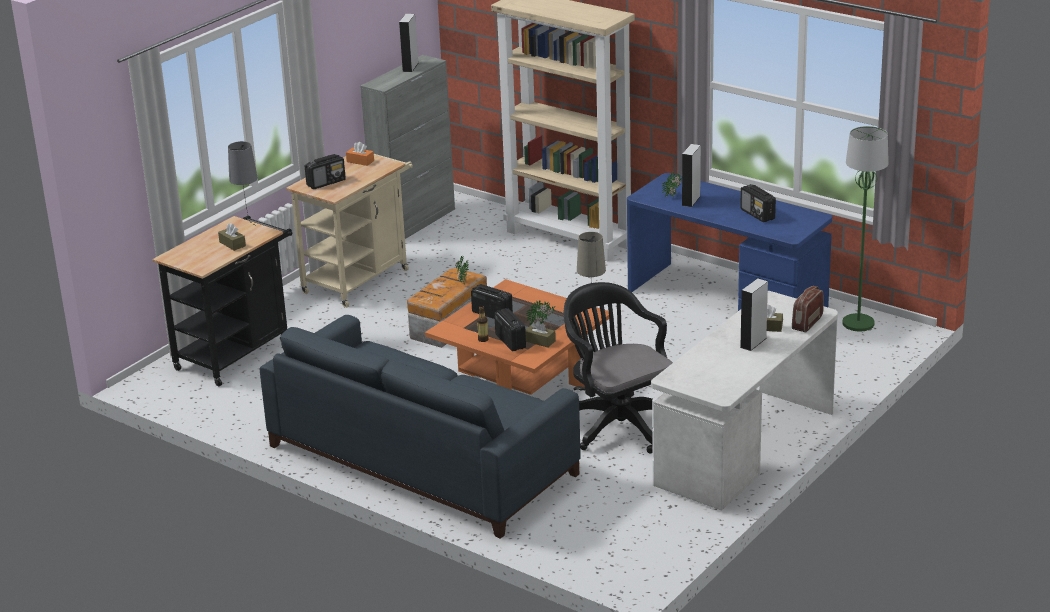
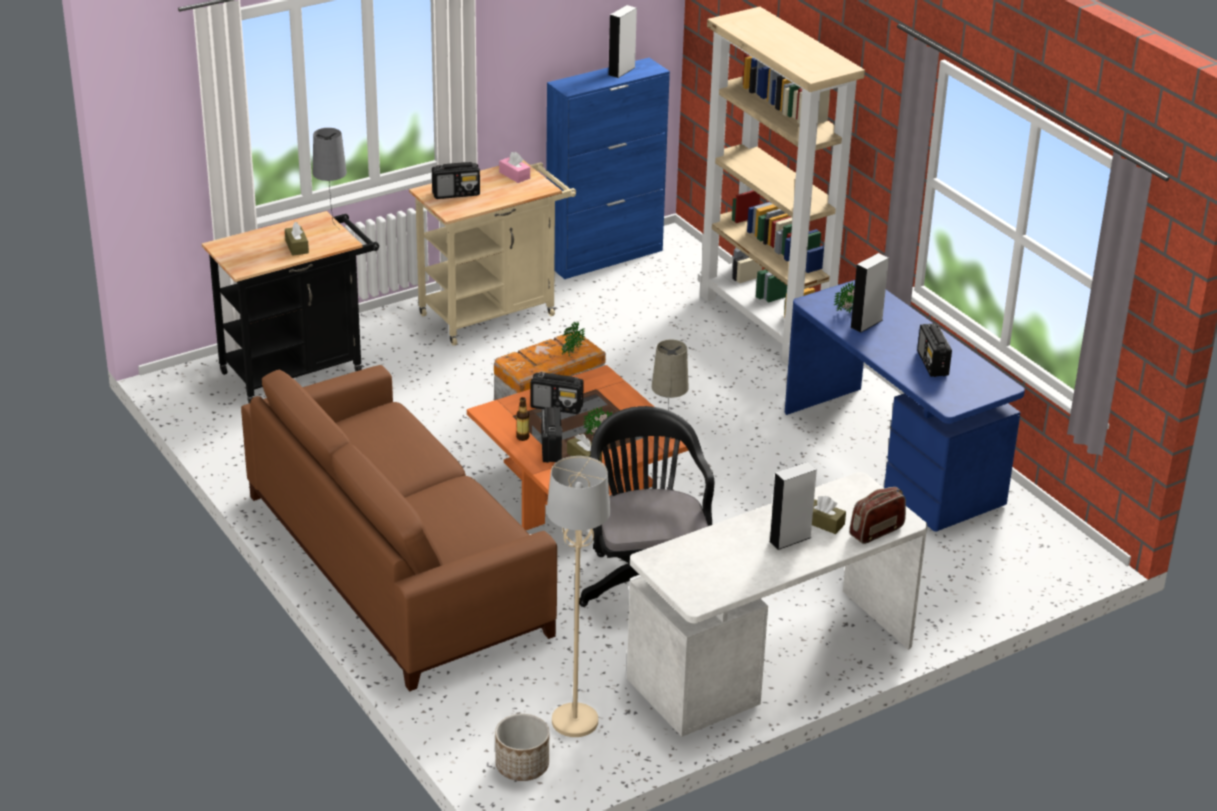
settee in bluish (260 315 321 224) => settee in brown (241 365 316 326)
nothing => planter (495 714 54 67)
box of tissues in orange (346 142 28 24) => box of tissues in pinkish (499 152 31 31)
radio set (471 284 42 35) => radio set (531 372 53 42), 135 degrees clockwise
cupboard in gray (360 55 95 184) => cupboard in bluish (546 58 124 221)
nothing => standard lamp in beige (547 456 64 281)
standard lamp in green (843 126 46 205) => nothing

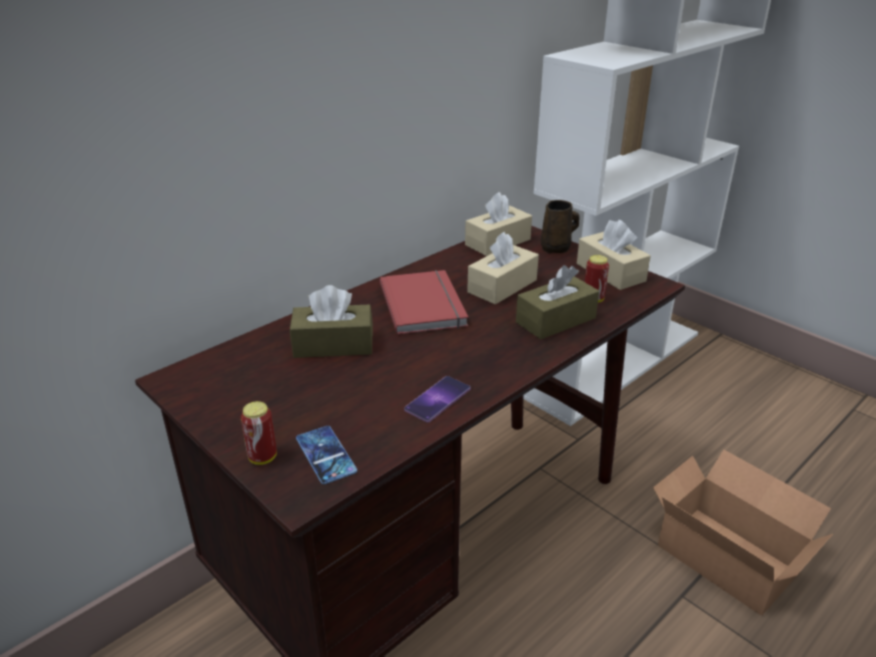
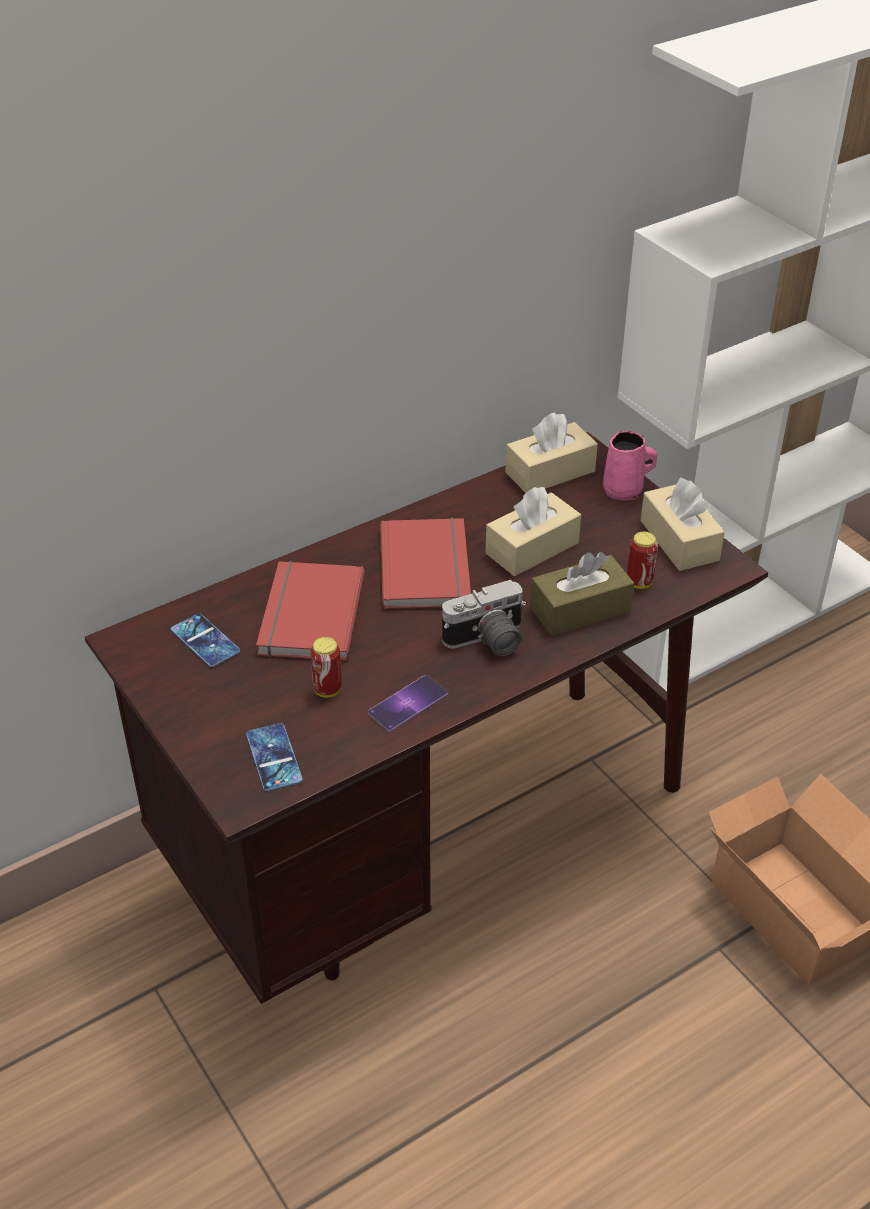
nothing => phone (171 613 69 54)
box of tissues in brown (290 285 83 73) => book in red-coloured (256 561 109 100)
metal can (241 401 36 64) => metal can (310 637 32 61), shifted
nothing => still camera (442 580 84 76)
mug in brown (541 200 39 53) => mug in pinkish (603 431 54 70)

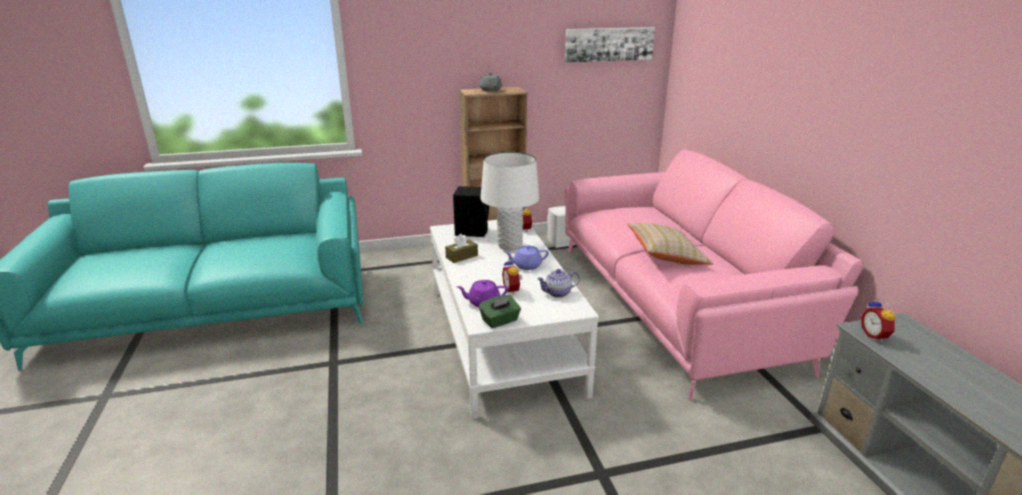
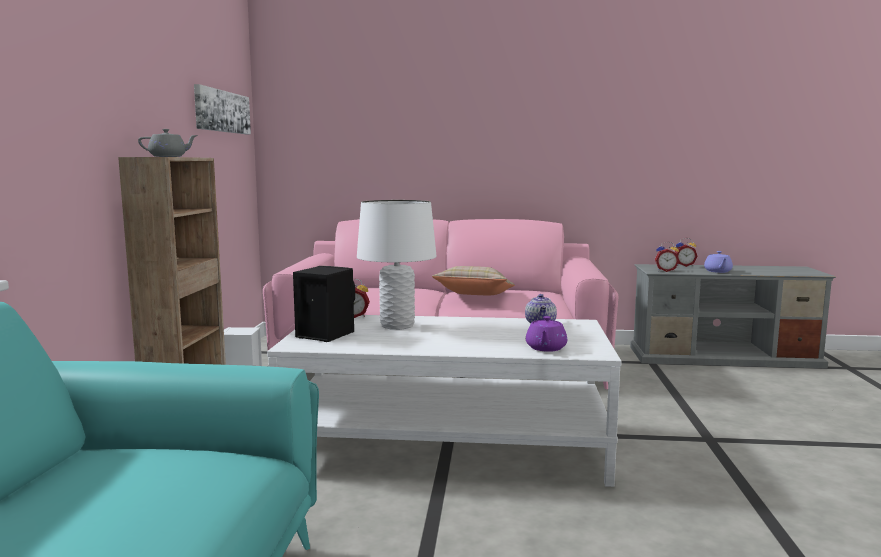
alarm clock (502 258 21 37) => alarm clock (675 238 22 29), shifted
pot for tea in purple (504 245 45 25) => pot for tea in purple (704 251 29 22), shifted
box of tissues in brown (445 234 33 29) => nothing
box of tissues in green (479 295 42 33) => nothing

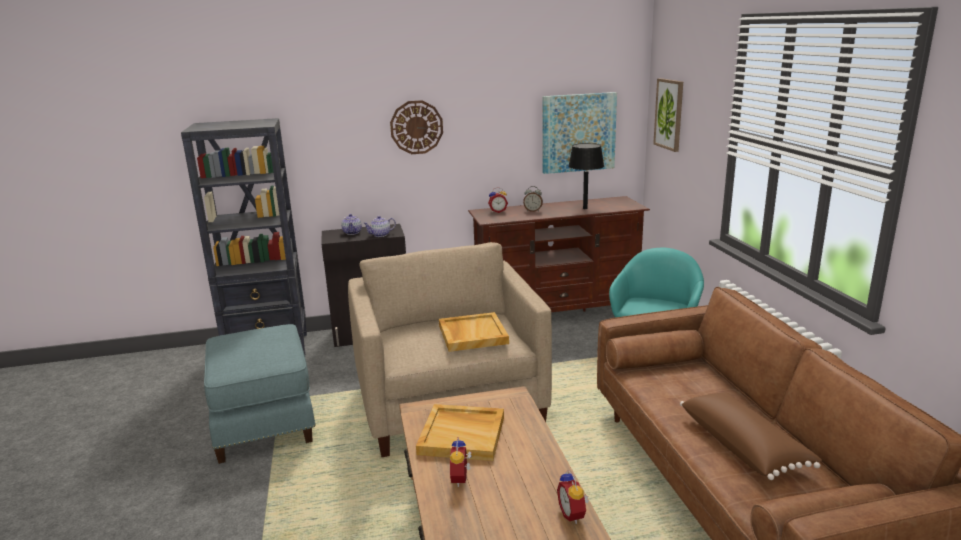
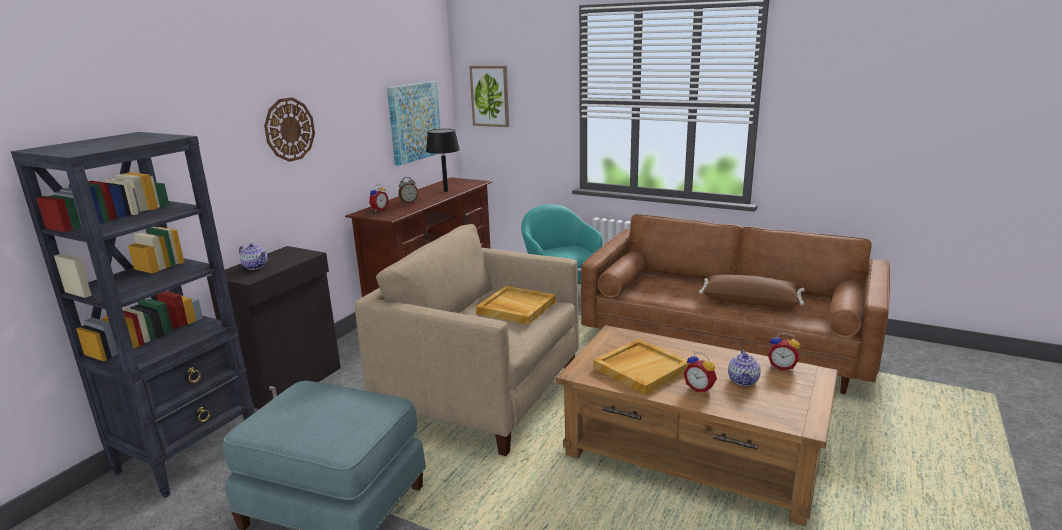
pot for tea (363 216 33 21) => pot for tea (728 350 33 36), shifted

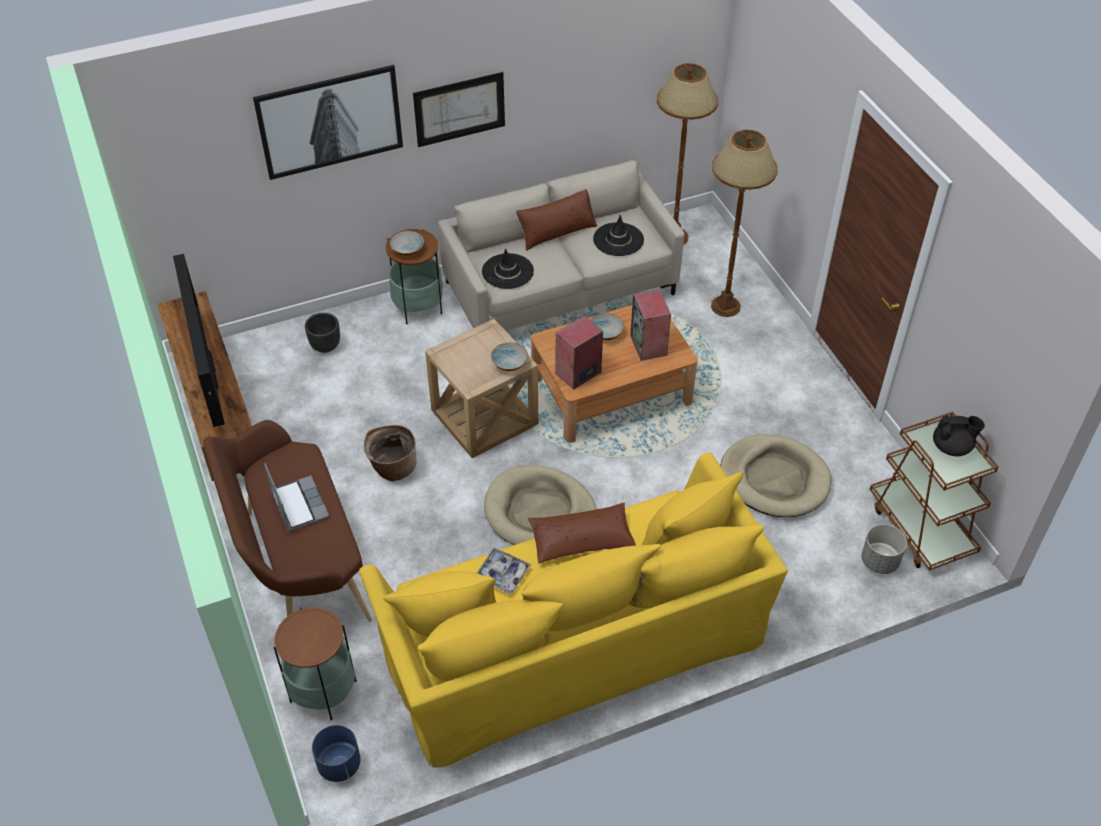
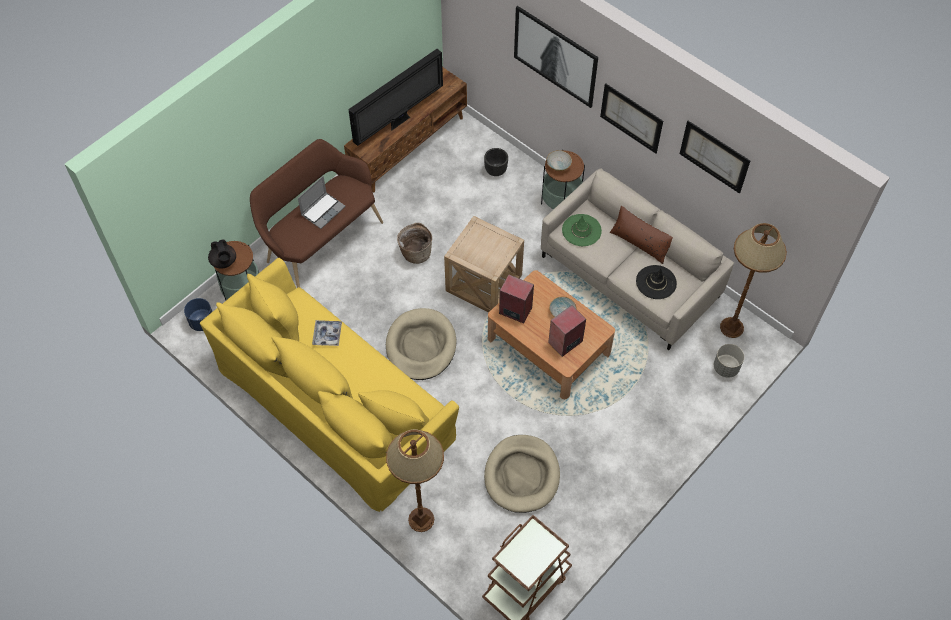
pot for tea in blackish (933 415 52 41) => pot for tea in blackish (208 239 28 30), shifted
standard lamp in brown (711 130 67 187) => standard lamp in brown (386 429 58 103), shifted
clothing hat in blackish (482 248 52 41) => clothing hat in green (562 214 40 32)
nothing => wall picture (680 121 70 73)
planter in gray (861 524 46 50) => planter in gray (714 344 30 34), shifted
deep dish (491 343 37 28) => nothing
cushion in brown (528 503 108 61) => nothing

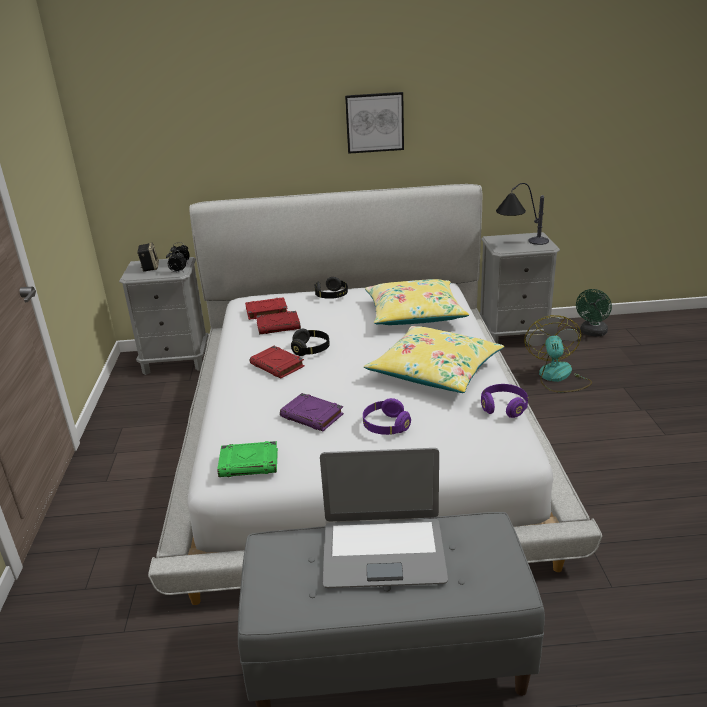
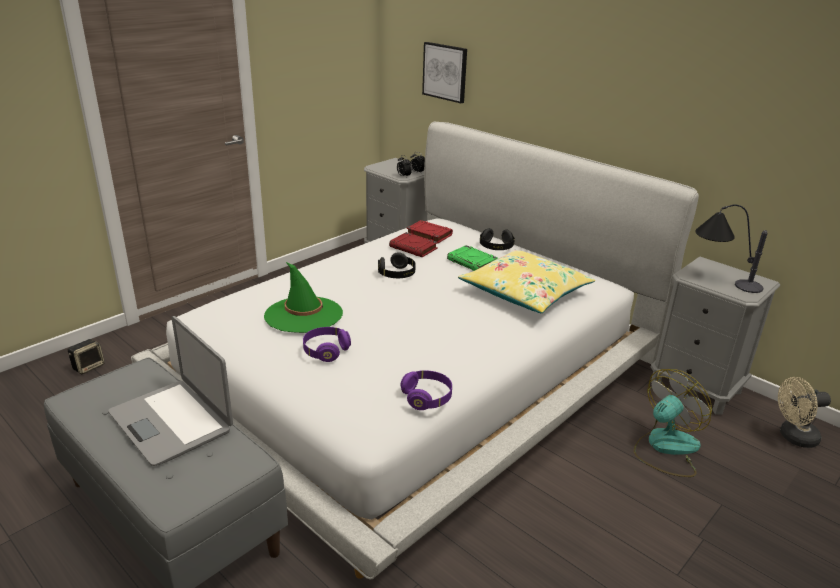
audio speaker (137 242 22 30) => audio speaker (68 339 37 35), shifted
book in purple (280 393 64 38) => clothing hat in green (264 262 79 71)
wall picture (345 92 59 62) => wall picture (422 42 45 61), shifted
book in green (217 441 61 36) => book in green (447 245 51 26), shifted
fan in green (576 289 36 48) => fan in beige (778 377 53 71)
book in red-coloured (250 346 55 32) => nothing
cushion in yellow-coloured (364 326 140 67) => nothing

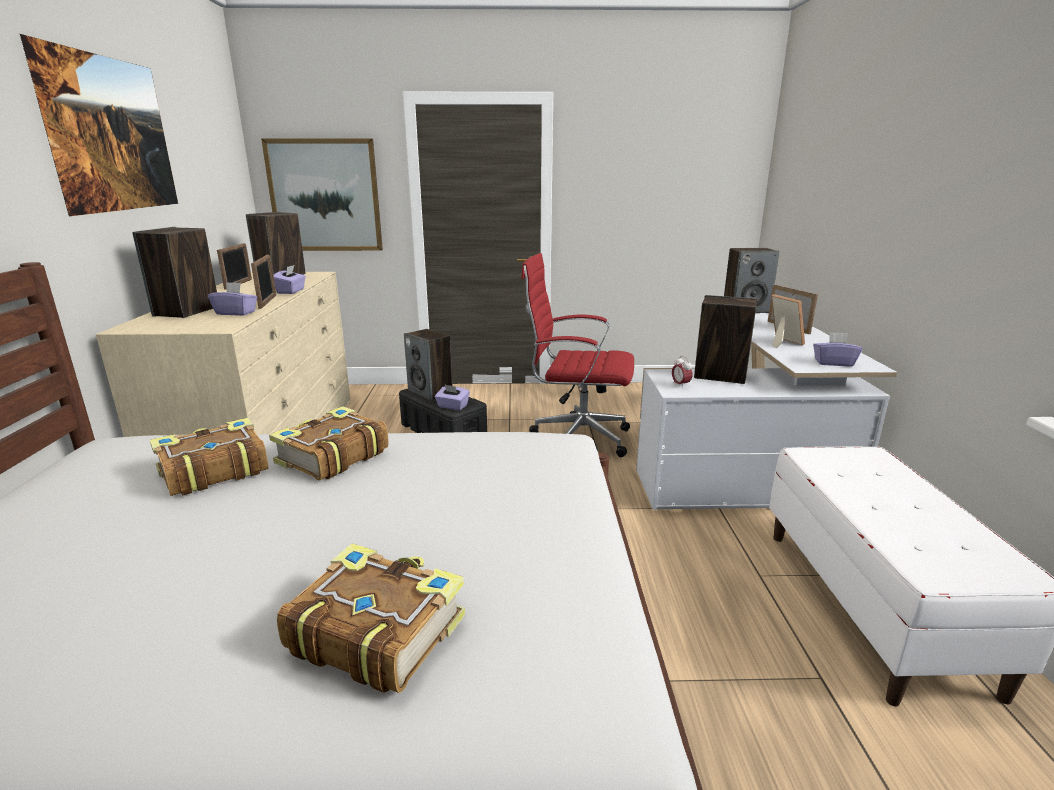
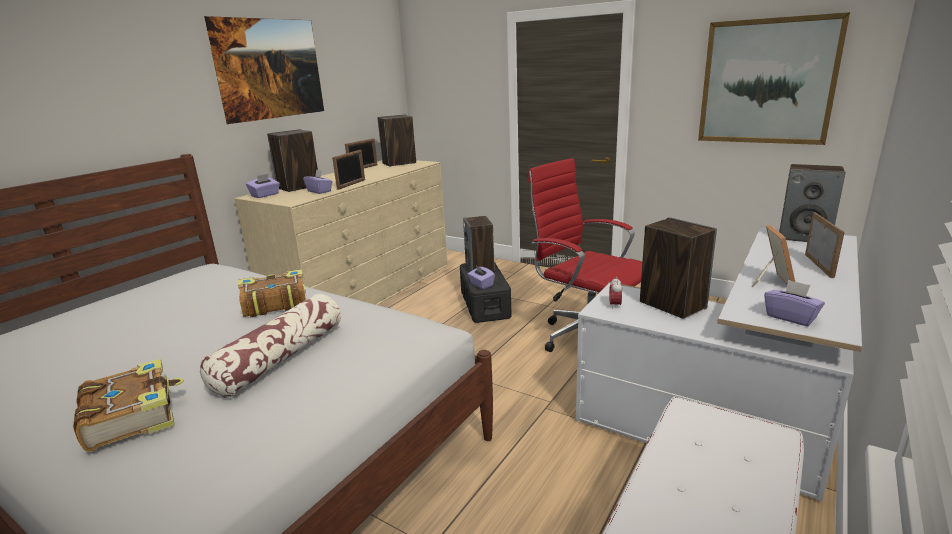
nothing => cushion (200 294 141 104)
box of tissues in purple (274 265 32 29) => box of tissues in purple (246 174 34 24), shifted
wall picture (261 138 122 113) => wall picture (698 12 152 133), shifted
book (150 418 119 78) => nothing

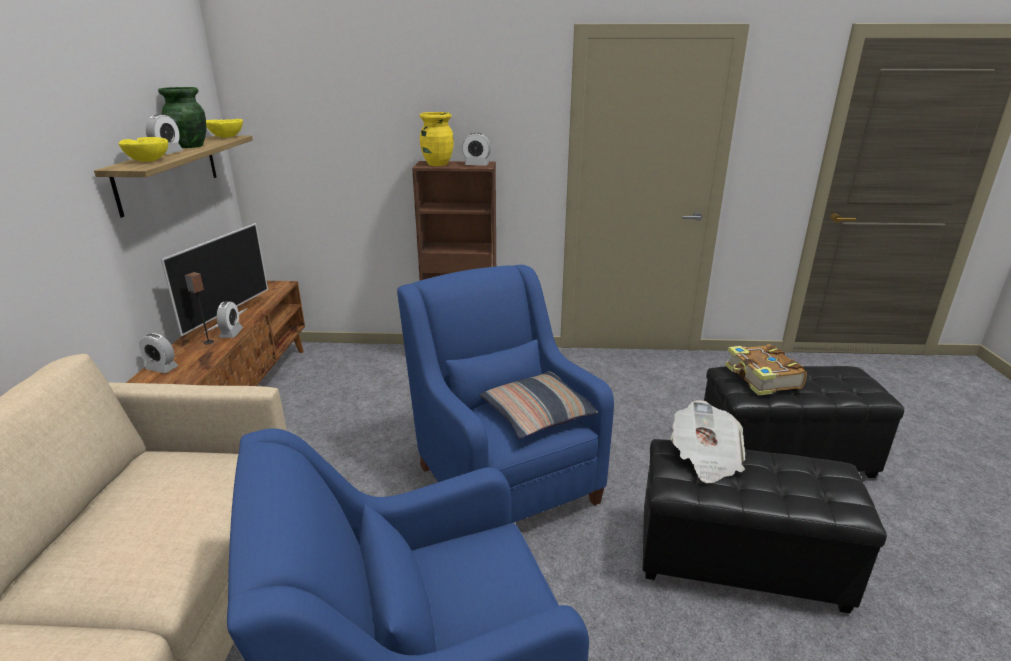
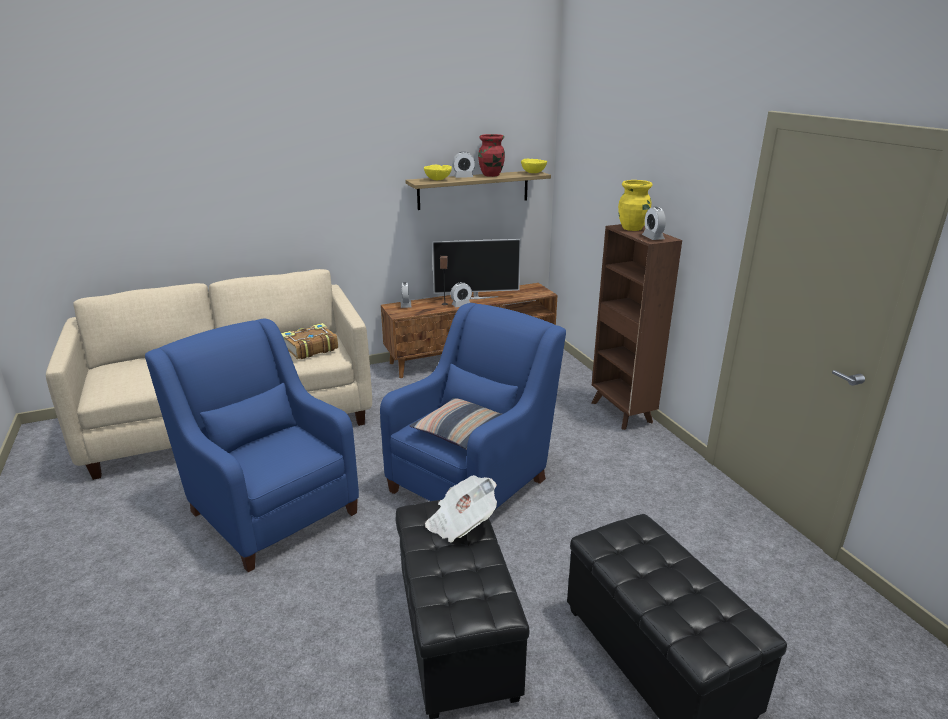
book (725 344 82 51) => book (281 323 57 36), shifted
vase in green (158 87 48 61) => vase in red-coloured (478 134 27 43)

